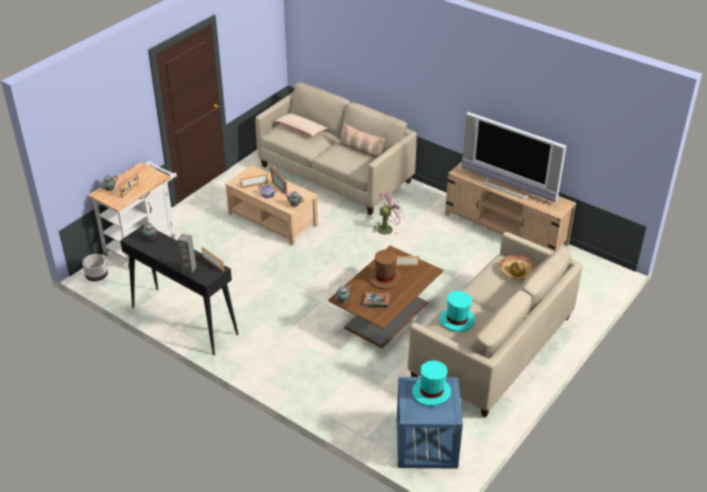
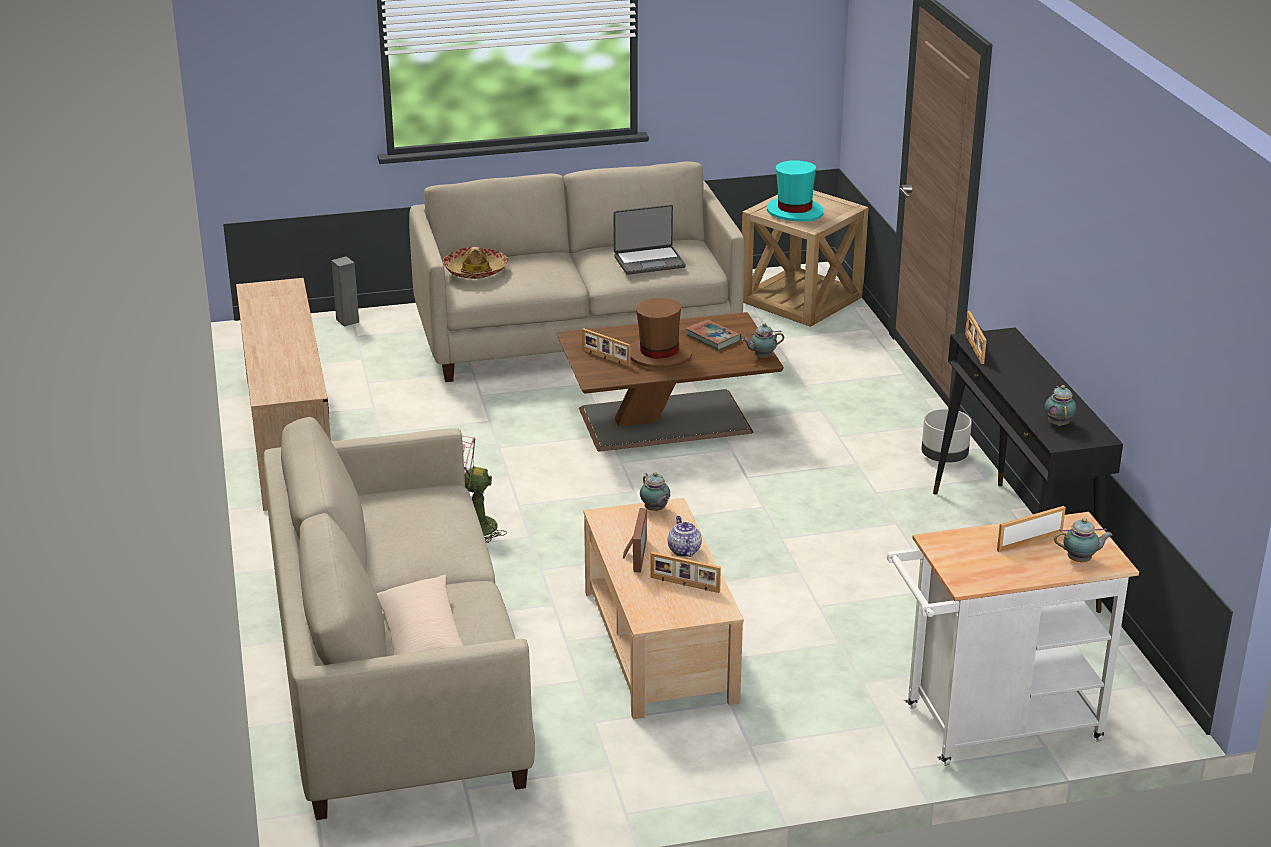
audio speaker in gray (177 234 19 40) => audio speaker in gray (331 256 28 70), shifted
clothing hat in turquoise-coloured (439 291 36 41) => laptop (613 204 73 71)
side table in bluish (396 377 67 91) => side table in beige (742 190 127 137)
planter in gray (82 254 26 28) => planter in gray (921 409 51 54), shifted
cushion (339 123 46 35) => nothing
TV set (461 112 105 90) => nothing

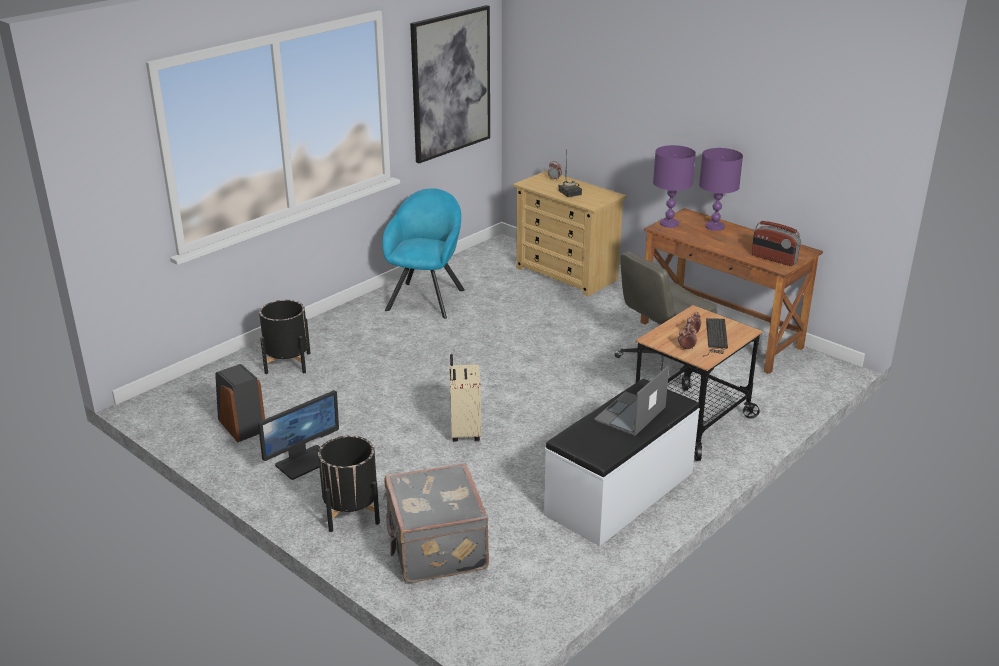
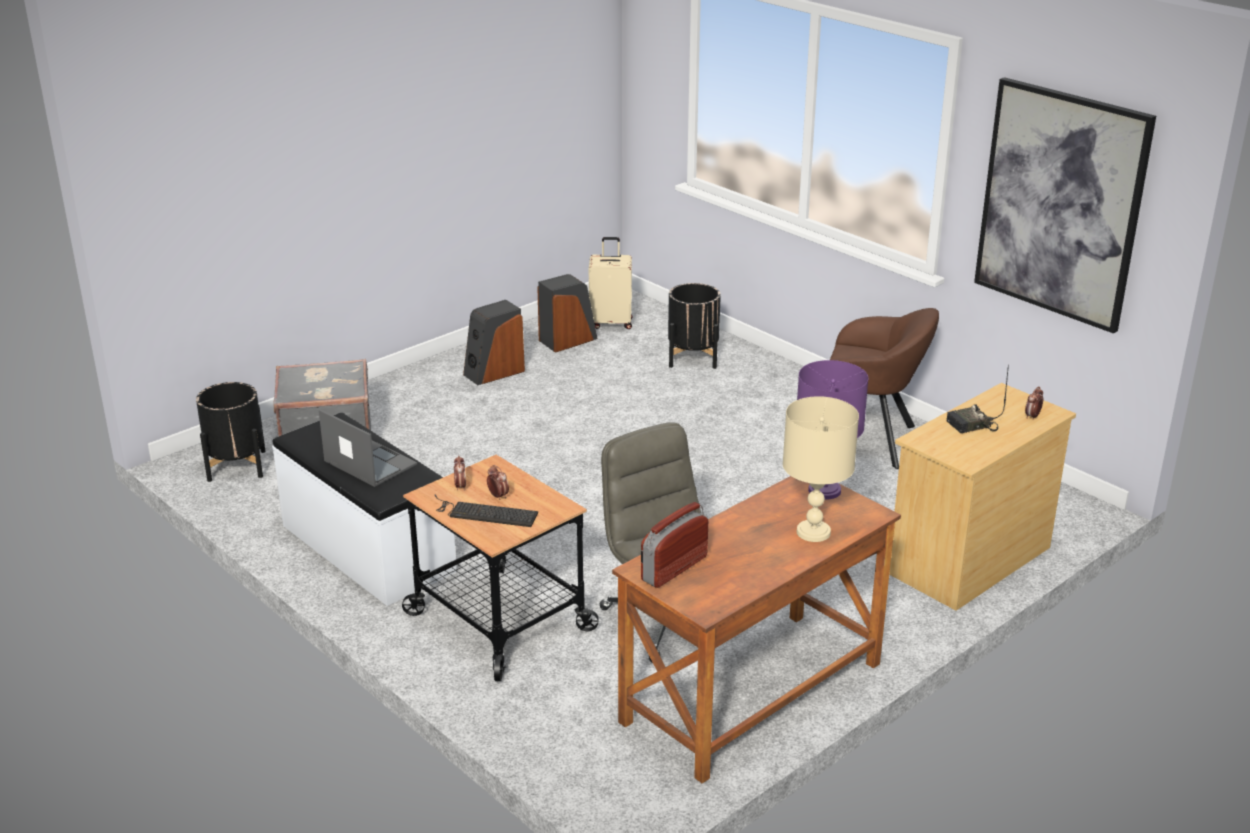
planter in blackish (318 436 62 96) => planter in blackish (196 382 70 100), shifted
computer screen (258 390 81 90) => audio speaker (463 300 62 85)
suitcase in beige (449 354 32 88) => suitcase in beige (589 237 43 92), shifted
tabletop lamp in purple (699 148 44 83) => tabletop lamp in beige (783 396 76 146)
lounge chair in turquoise-coloured (382 188 83 131) => lounge chair in brown (830 308 109 161)

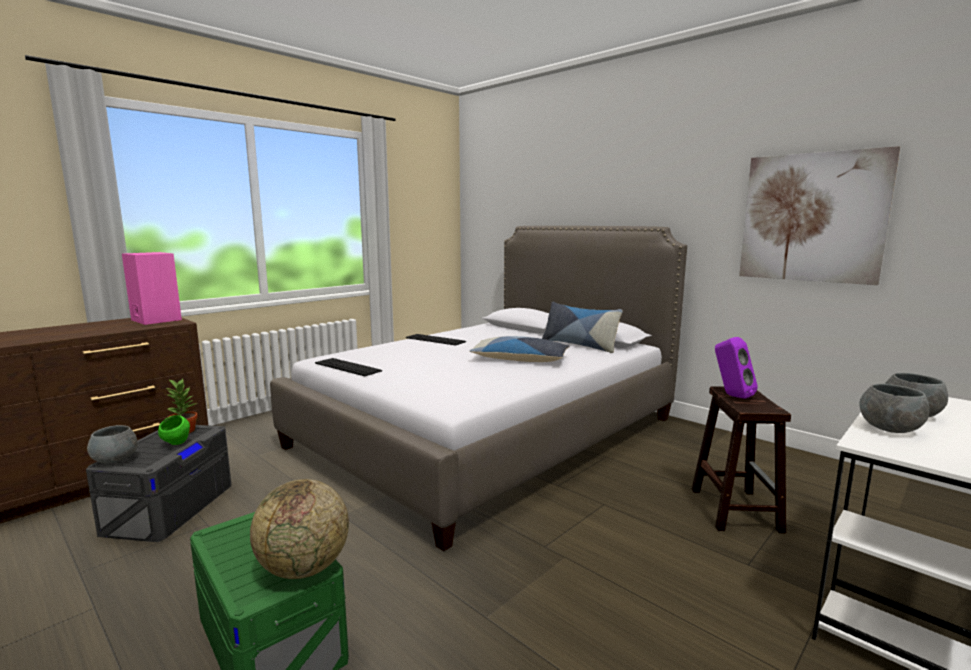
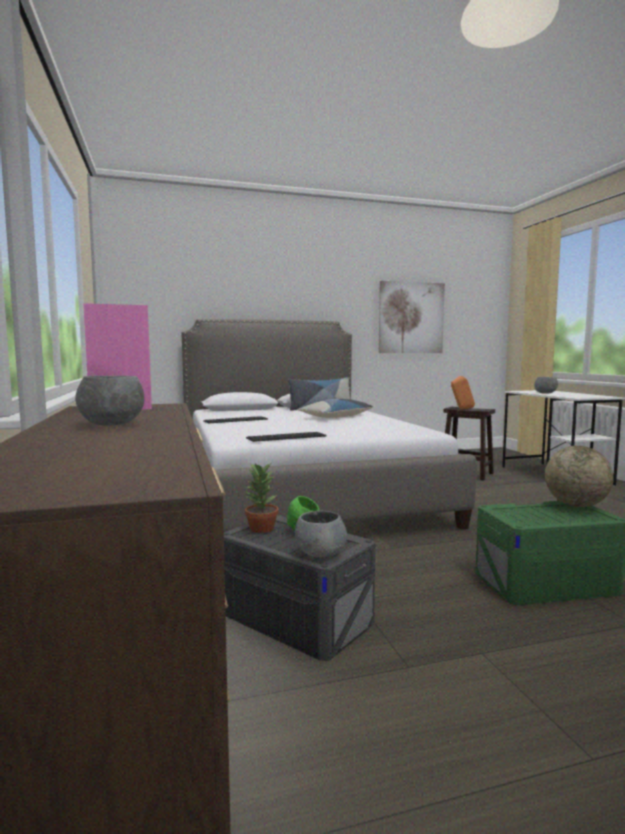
deep dish in gray (859 384 71 49) => deep dish in gray (75 376 69 50), shifted
audio speaker in purple (715 337 43 62) => audio speaker in orange (451 376 24 33)

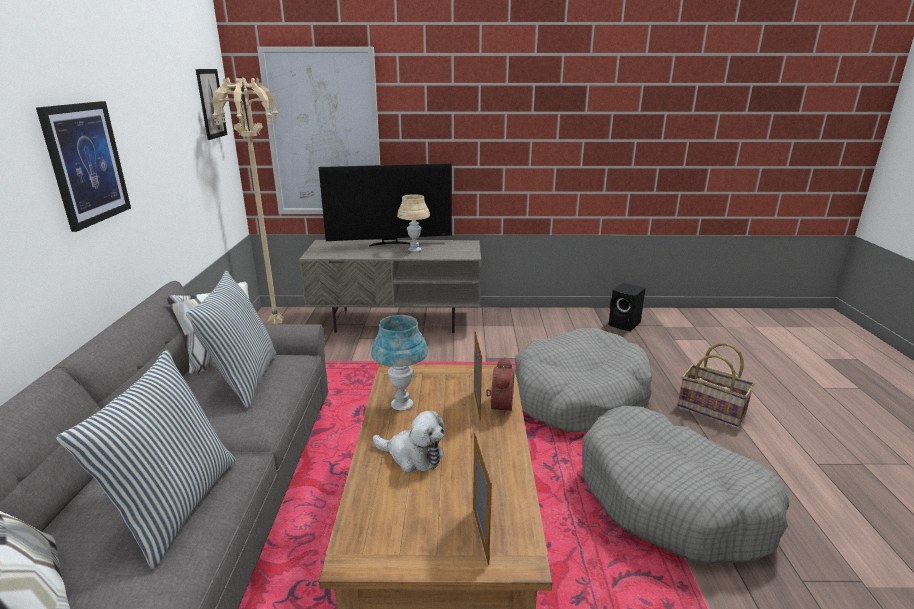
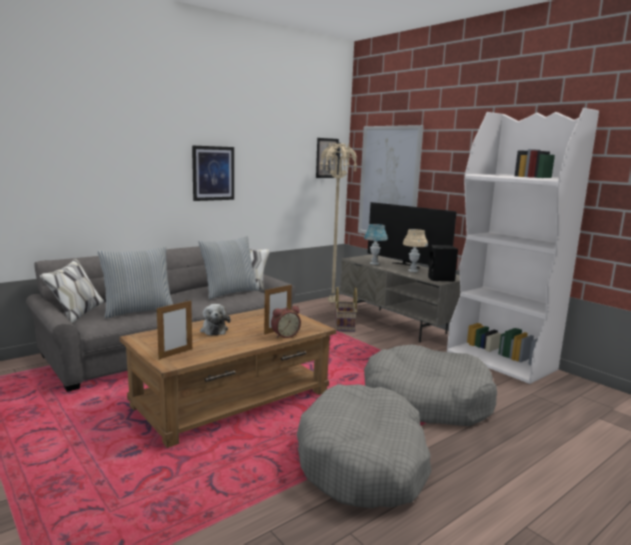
household basket (678 343 77 84) => household basket (335 287 22 45), shifted
tabletop lamp in bluish (371 315 57 96) => tabletop lamp in bluish (364 224 24 41), shifted
audio speaker in blackish (608 283 38 48) => audio speaker in blackish (428 245 30 37), shifted
nothing => shelving unit in whitish (447 108 152 276)

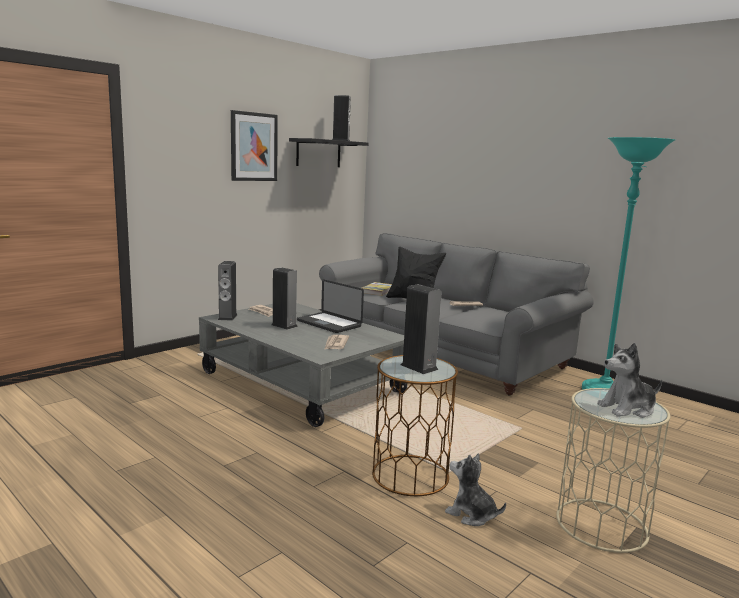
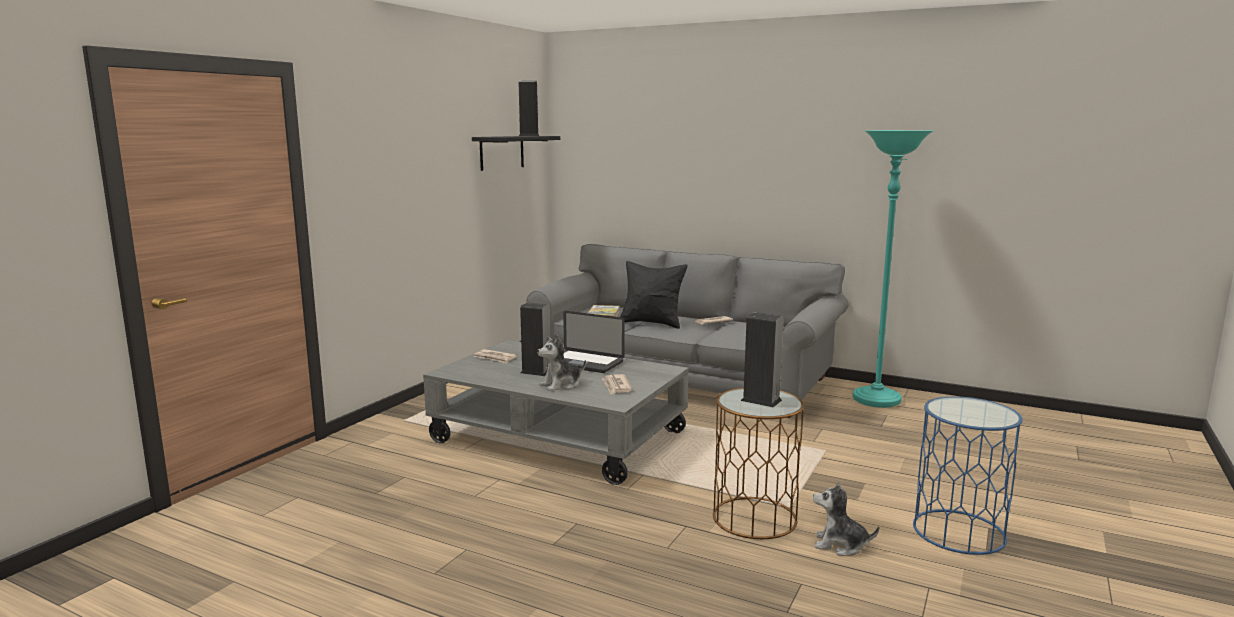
cuddly toy (597 343 65 75) => cuddly toy (537 334 49 57), shifted
side table in beige (556 388 114 165) => side table in bluish (913 396 110 159)
audio speaker (218 261 19 60) => nothing
wall picture (231 110 47 71) => nothing

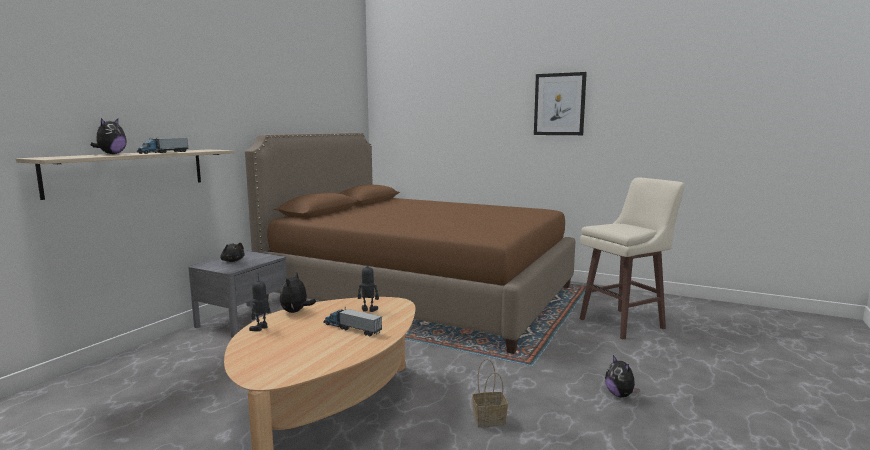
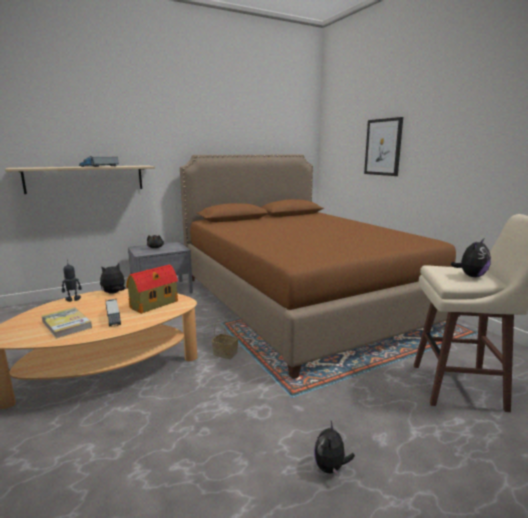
nothing => book (41 307 51 32)
robot figure (358 260 21 52) => miniature house (126 265 52 49)
household basket (472 359 36 69) => household basket (212 313 26 46), shifted
wall picture (534 72 53 63) => wall picture (364 117 39 59), shifted
cuddly toy (90 118 37 36) => cuddly toy (451 239 40 38), shifted

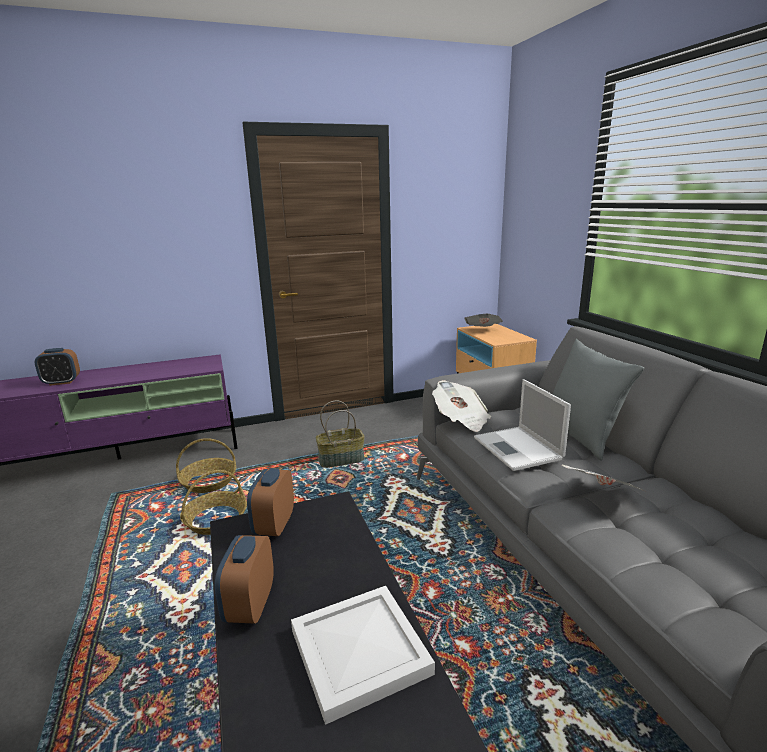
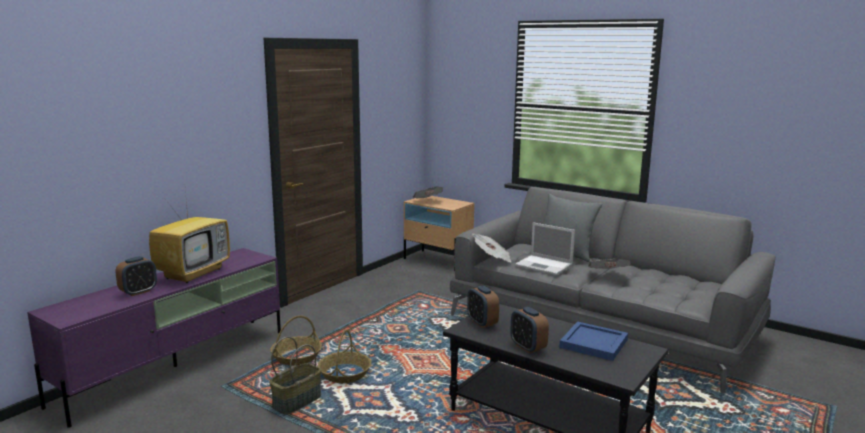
nothing => TV set (149 190 81 93)
household basket (316 400 49 68) => household basket (269 337 52 77), shifted
serving tray in whitish (291 586 144 139) => serving tray in bluish (559 321 69 40)

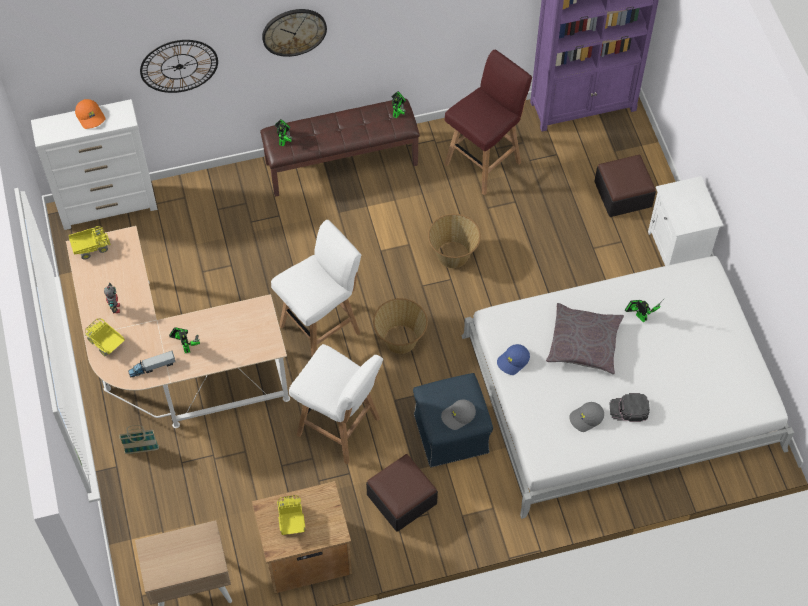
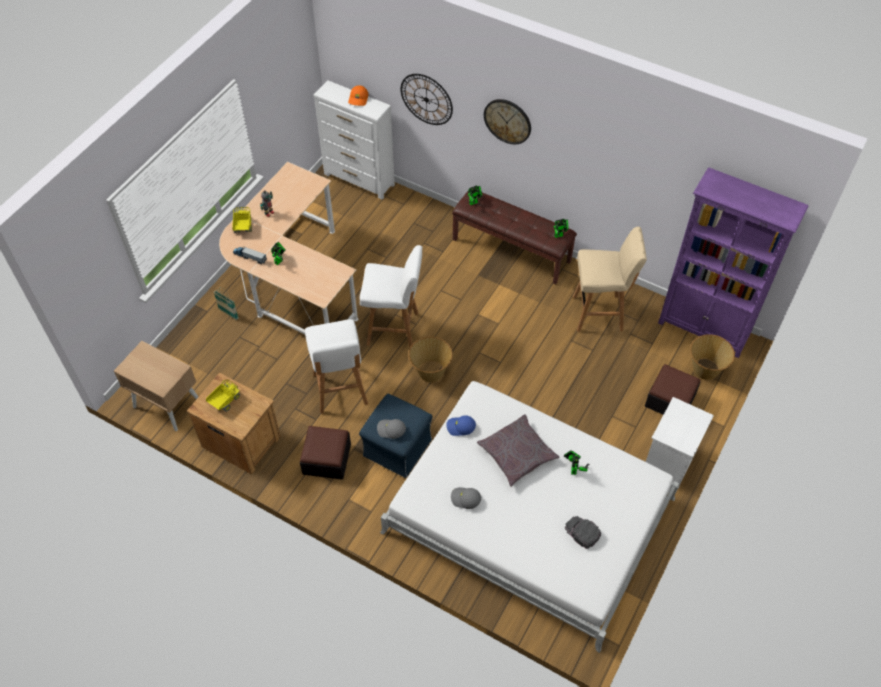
cap in blackish (609 393 41 29) => cap in blackish (564 516 37 33), shifted
stool seat in red-coloured (444 50 88 145) => stool seat in beige (573 227 74 105)
household basket (428 214 53 54) => household basket (690 334 45 46), shifted
toy lorry (69 226 42 34) => nothing

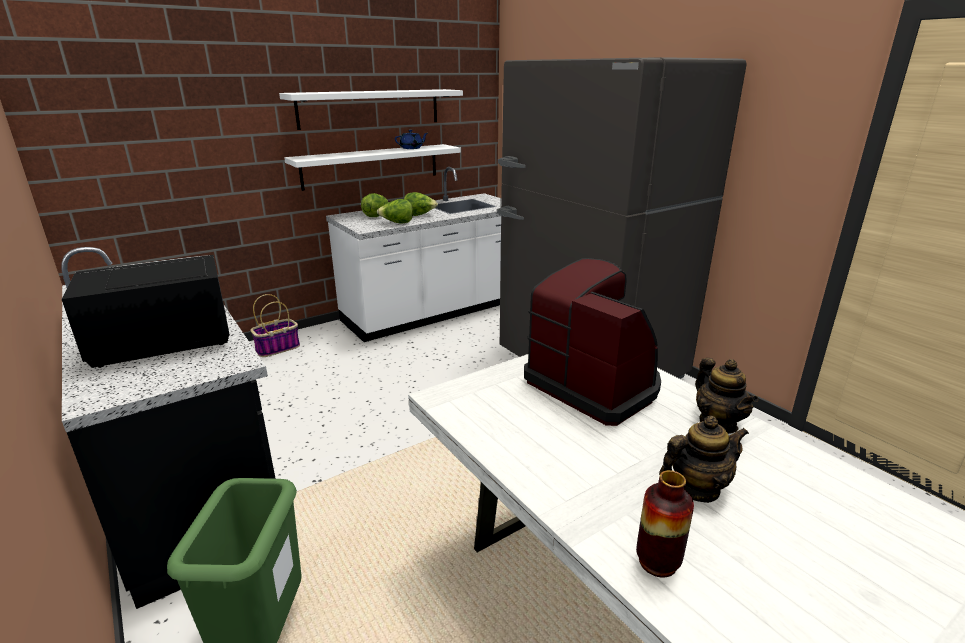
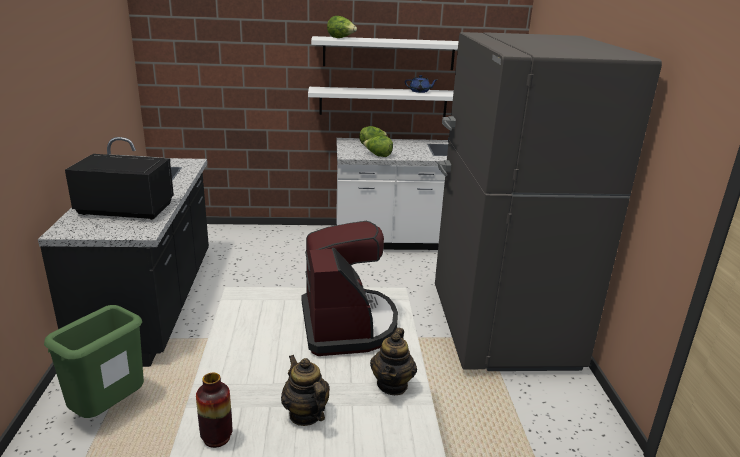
pot for tea (659 416 90 87) => pot for tea (281 355 49 71), 135 degrees counterclockwise
lettuce head (404 192 34 24) => lettuce head (327 16 30 22), shifted
household basket (250 294 50 63) => nothing

